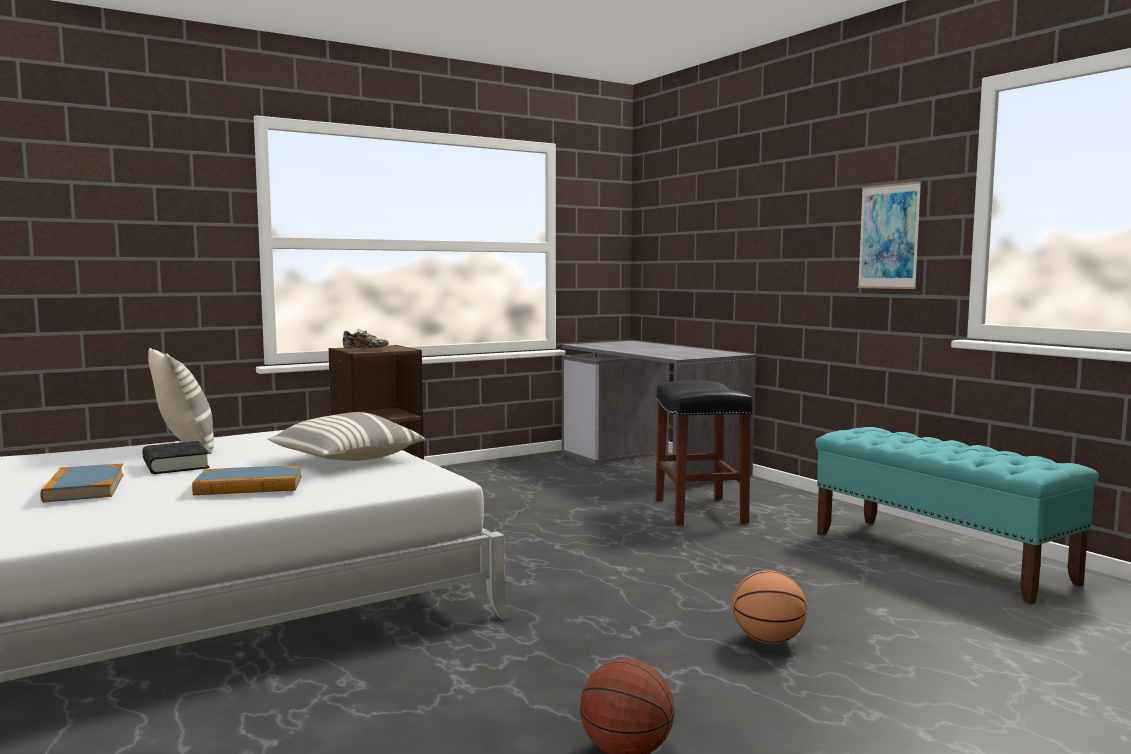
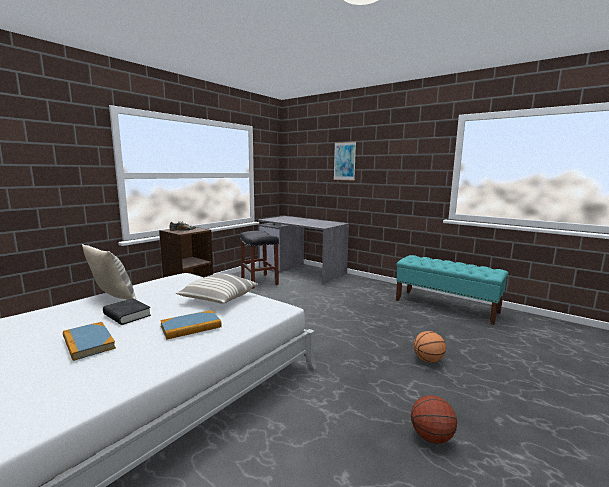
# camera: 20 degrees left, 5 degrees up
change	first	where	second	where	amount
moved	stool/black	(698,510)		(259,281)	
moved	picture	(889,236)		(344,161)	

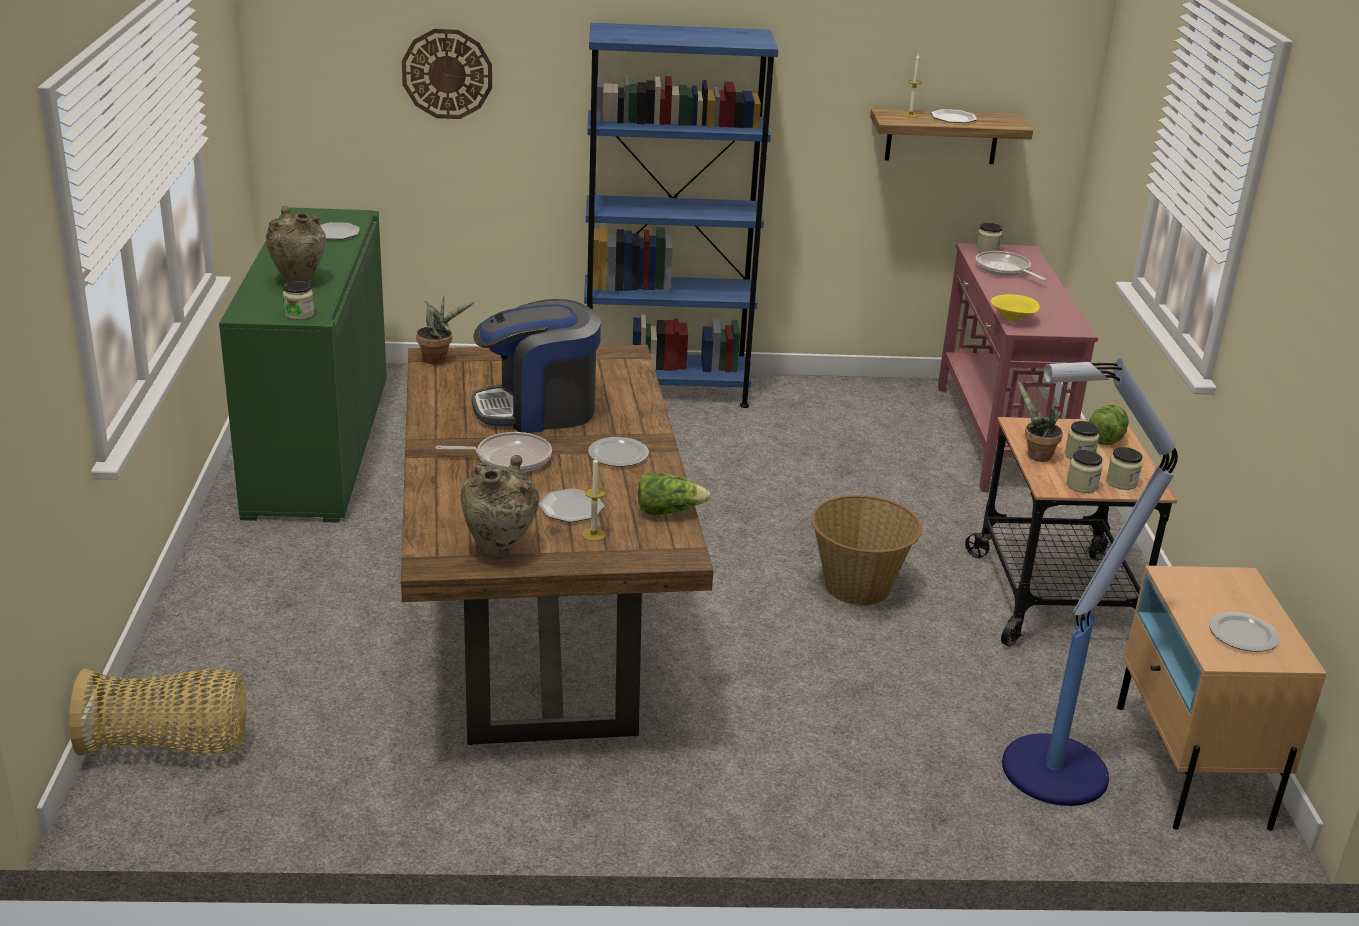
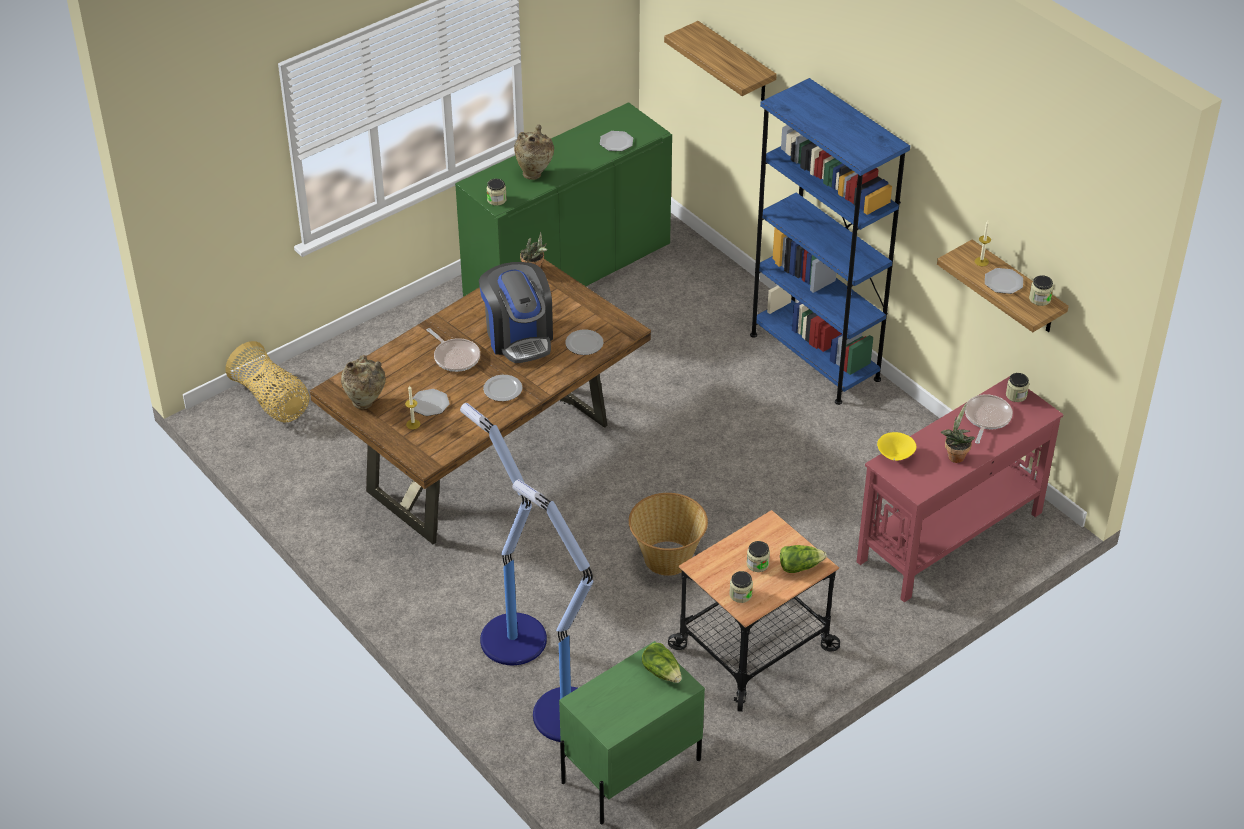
# camera: 55 degrees right, 15 degrees up
change	first	where	second	where	amount
added			floor lamp	(511,637)	
moved	lettuce	(668,511)		(662,672)	
moved	potted plant	(1035,455)		(955,455)	
moved	jar	(1082,485)		(1040,299)	
moved	plate	(1244,635)		(585,344)	
replaced	wall clock	(447,74)	shelf	(736,64)	
recoloured	nightstand/beige	(1191,766)	nightstand/green	(630,771)	
turned	coffee machine	(538,410)		(519,336)	150 degrees counterclockwise

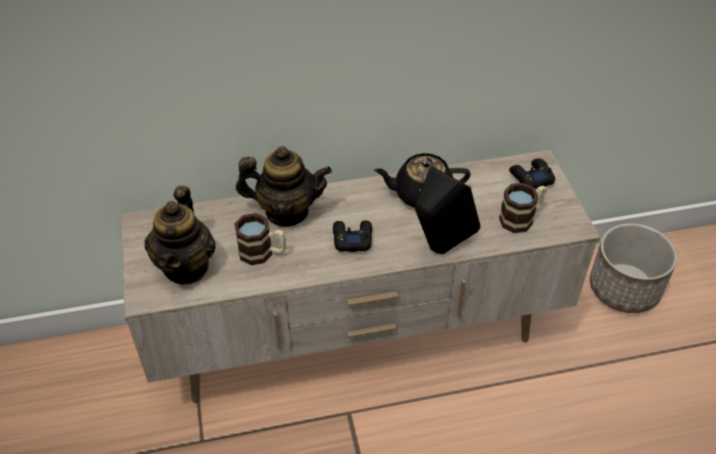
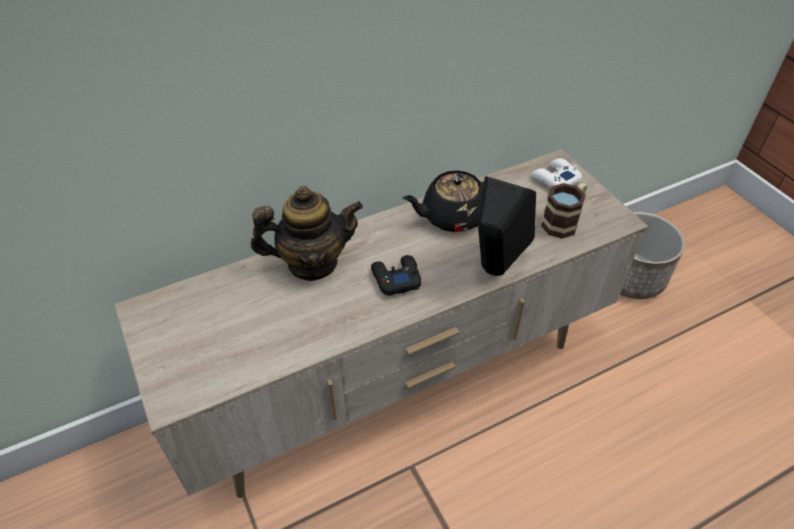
# camera: 15 degrees left, 0 degrees up
change	first	where	second	where	amount
removed	teapot	(186,266)			
removed	mug	(263,253)			
recoloured	game controller/black	(531,178)	game controller/white	(555,180)	

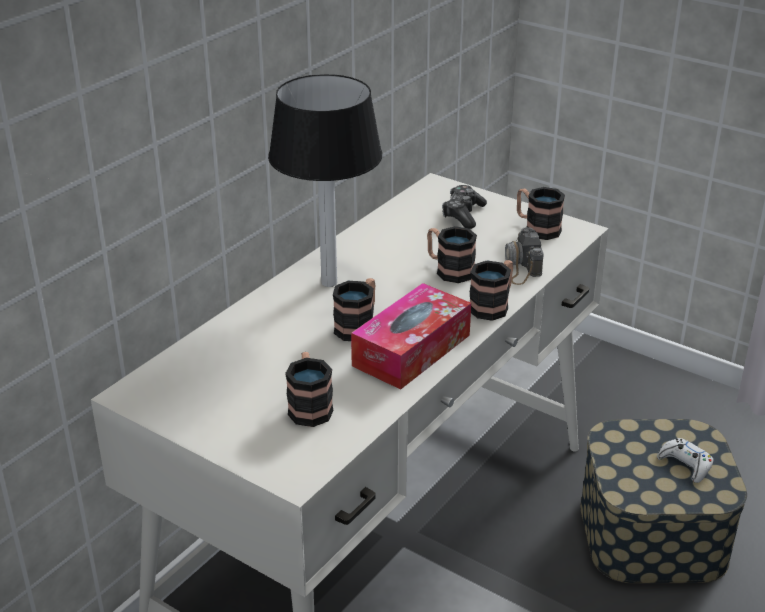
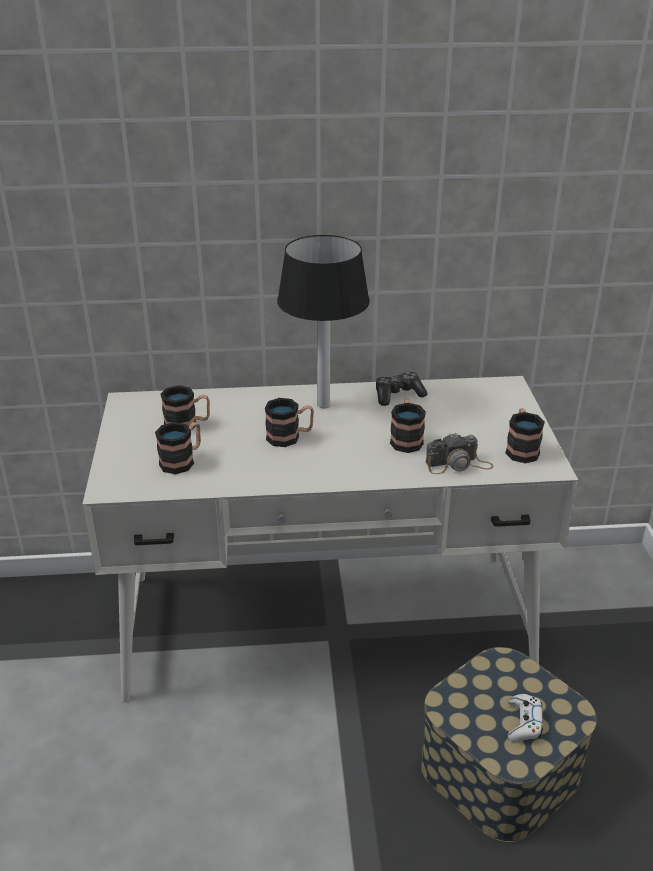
# camera: 50 degrees right, 0 degrees up
change	first	where	second	where	amount
removed	tissue box	(411,350)			
moved	game controller	(463,214)		(398,395)	
moved	mug	(493,305)		(187,424)	
turned	photo camera	(521,265)		(458,464)	150 degrees counterclockwise

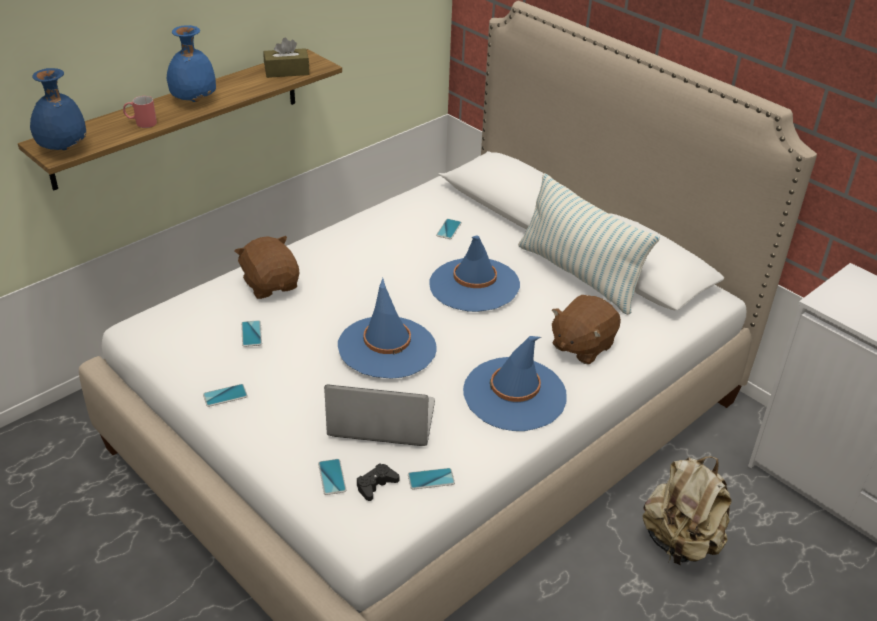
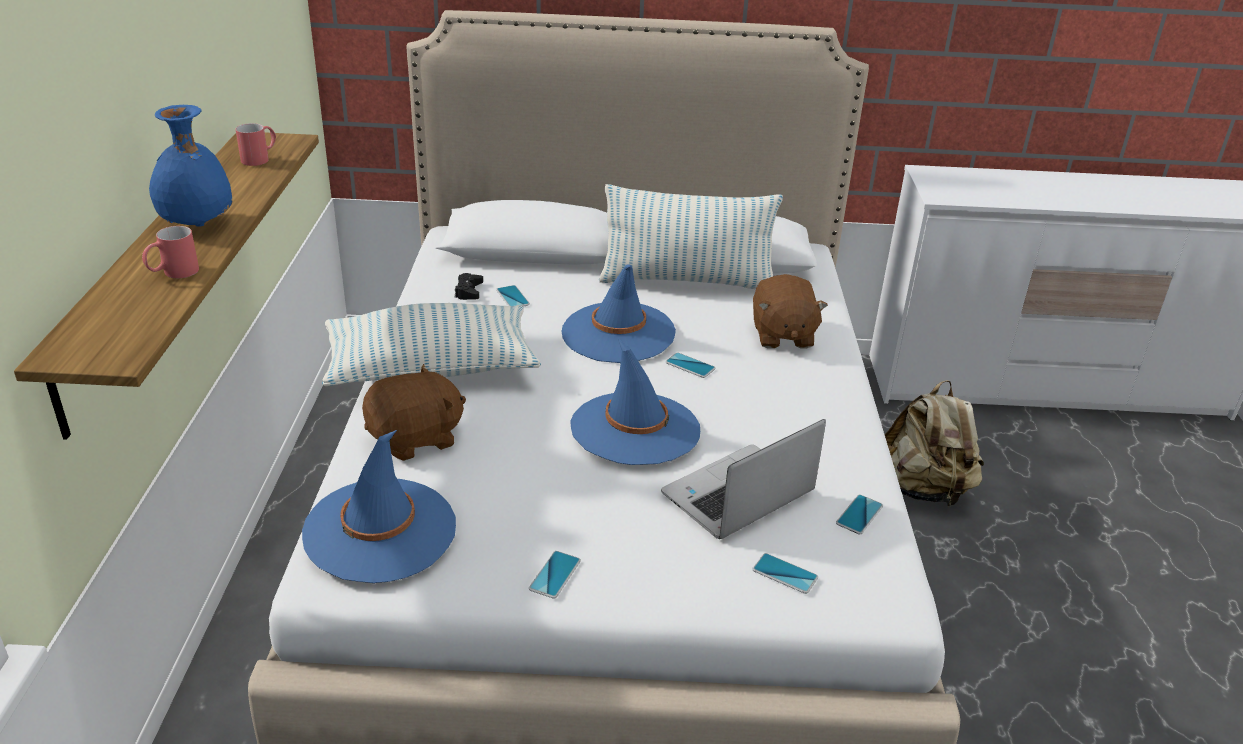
# camera: 45 degrees left, 5 degrees down
change	first	where	second	where	amount
removed	vase/blue	(62,149)			
added			pillow	(431,369)	
moved	phone	(251,334)		(690,366)	
moved	game controller/black	(376,485)		(468,291)	
moved	hat/blue	(514,394)		(380,530)	
replaced	tissue box/brown	(287,71)	mug/red	(260,158)	
turned	plush toy/brown	(271,285)		(416,439)	135 degrees clockwise

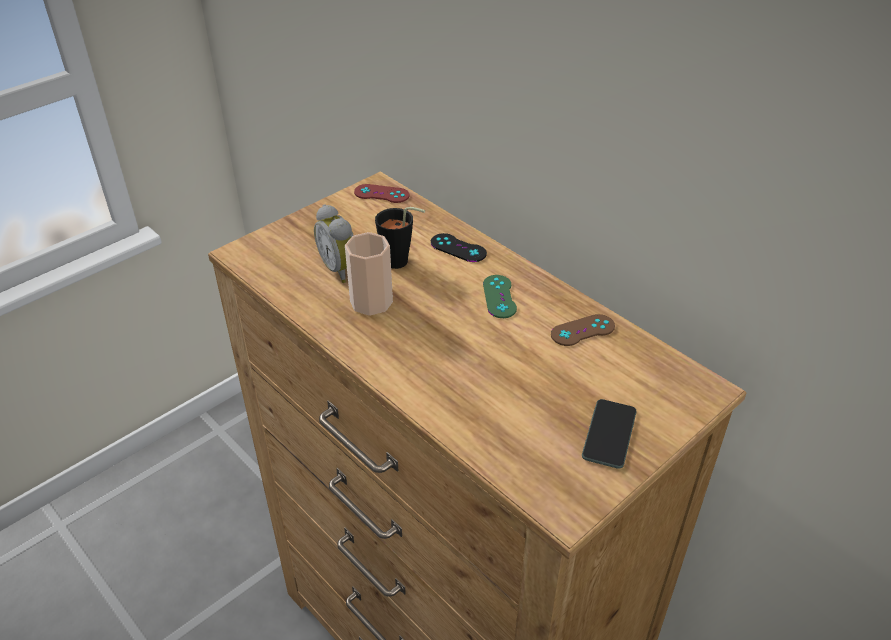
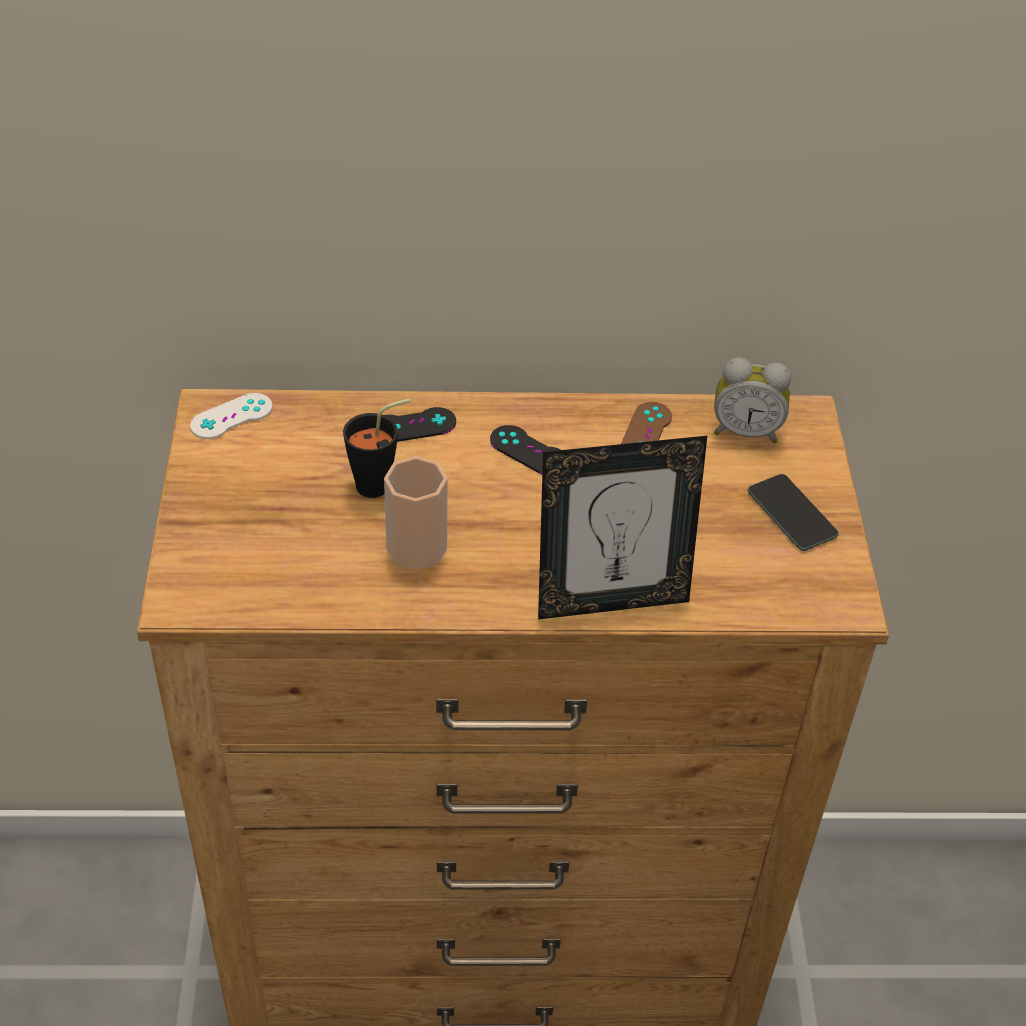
# camera: 50 degrees left, 5 degrees up
change	first	where	second	where	amount
added			picture frame	(611,600)	
moved	alarm clock	(341,269)		(746,431)	
recoloured	game controller/red	(381,194)	game controller/white	(231,416)	
recoloured	game controller/green	(499,296)	game controller/black	(529,451)	

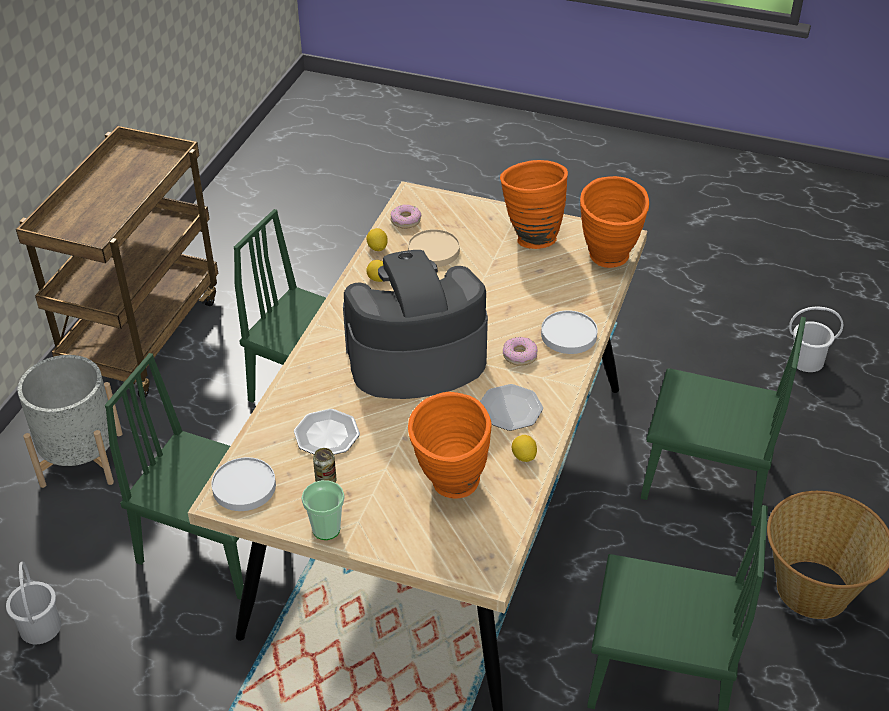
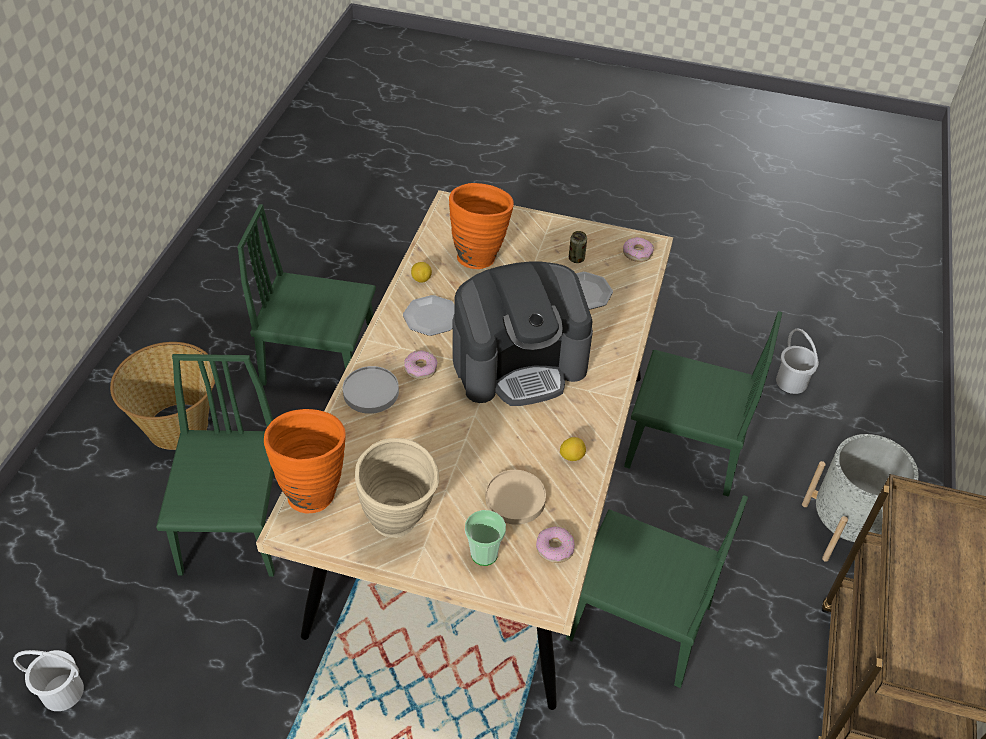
# camera: 175 degrees right, 5 degrees up
change	first	where	second	where	amount
removed	lemon	(377,248)			
moved	cup	(326,529)		(484,554)	
replaced	plate/white	(244,487)	donut	(637,253)	
recoloured	vase/orange	(530,236)	vase/beige	(401,526)	
turned	chair/green	(706,478)		(235,527)	75 degrees clockwise

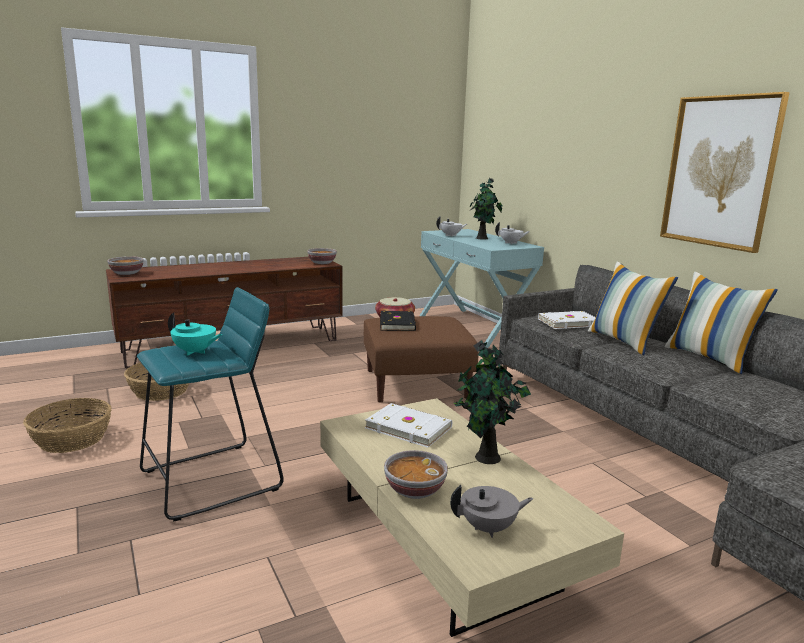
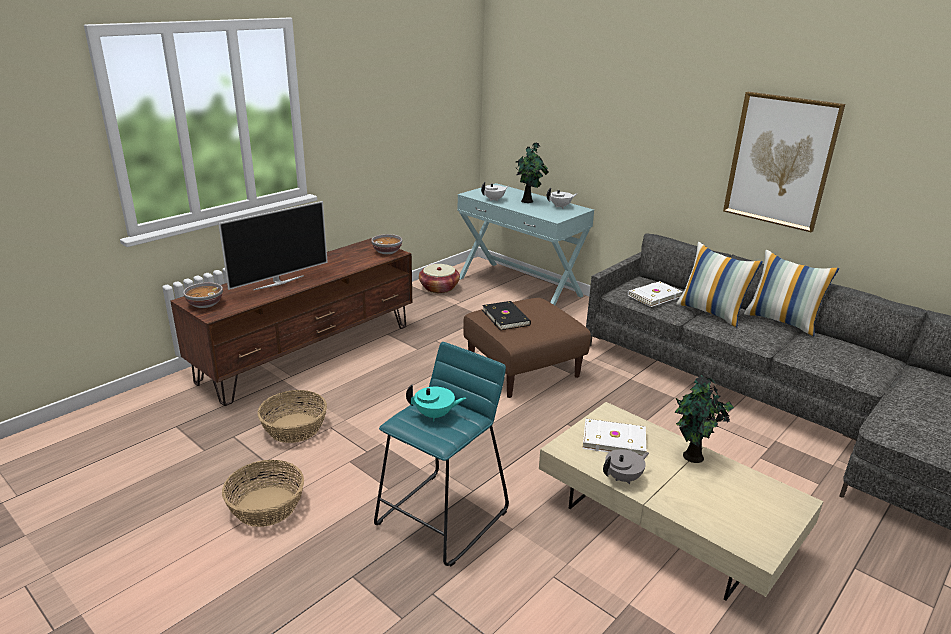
# camera: 20 degrees left, 10 degrees up
change	first	where	second	where	amount
removed	bowl	(414,490)			
added			television	(278,282)	
moved	teapot/grey	(489,528)		(623,478)	

